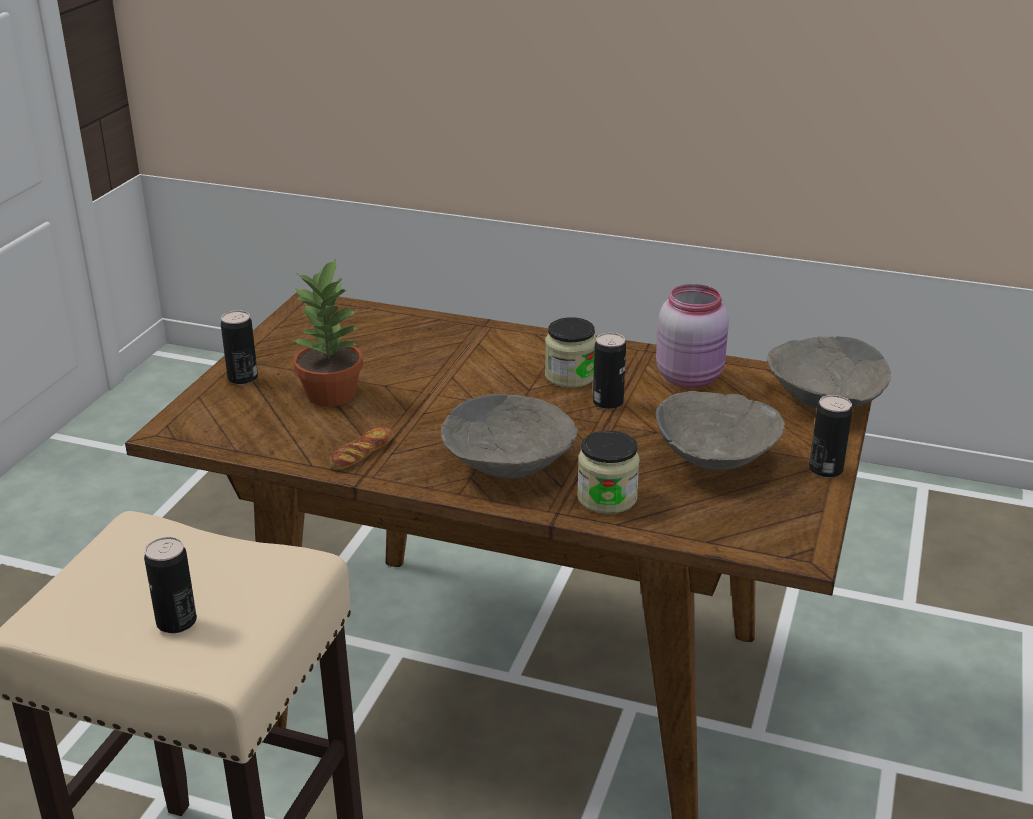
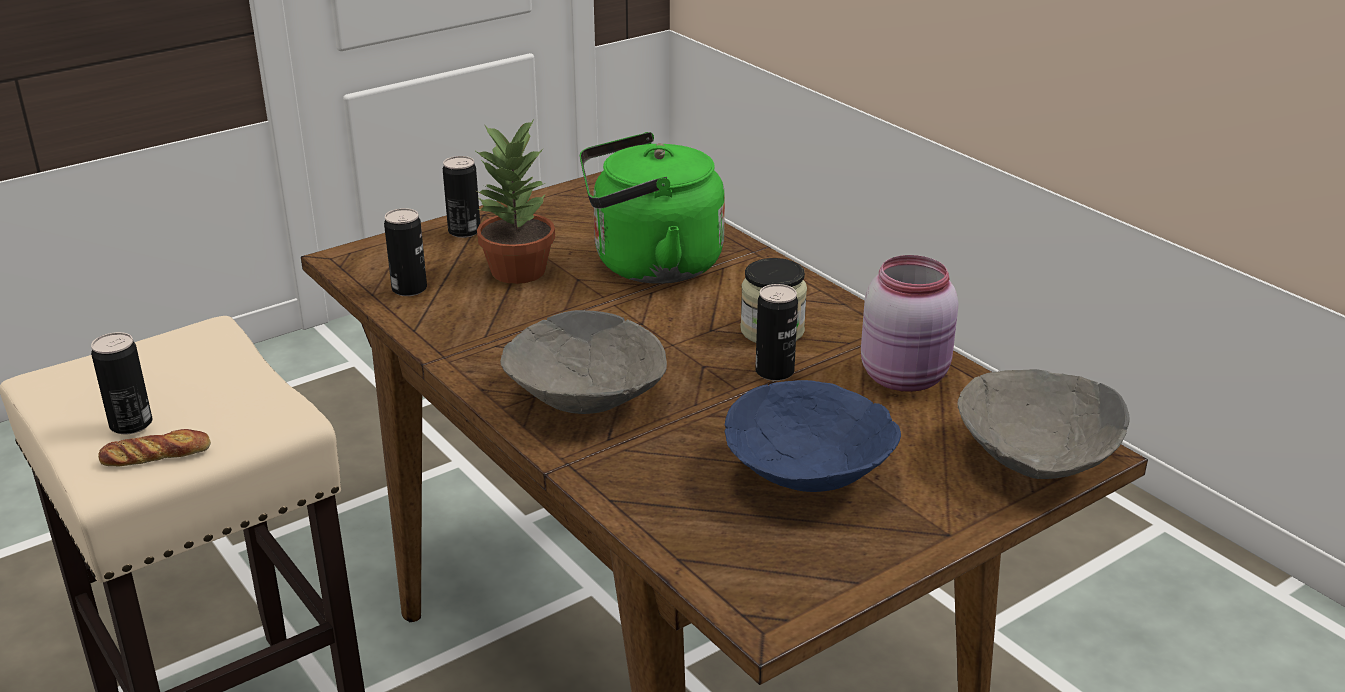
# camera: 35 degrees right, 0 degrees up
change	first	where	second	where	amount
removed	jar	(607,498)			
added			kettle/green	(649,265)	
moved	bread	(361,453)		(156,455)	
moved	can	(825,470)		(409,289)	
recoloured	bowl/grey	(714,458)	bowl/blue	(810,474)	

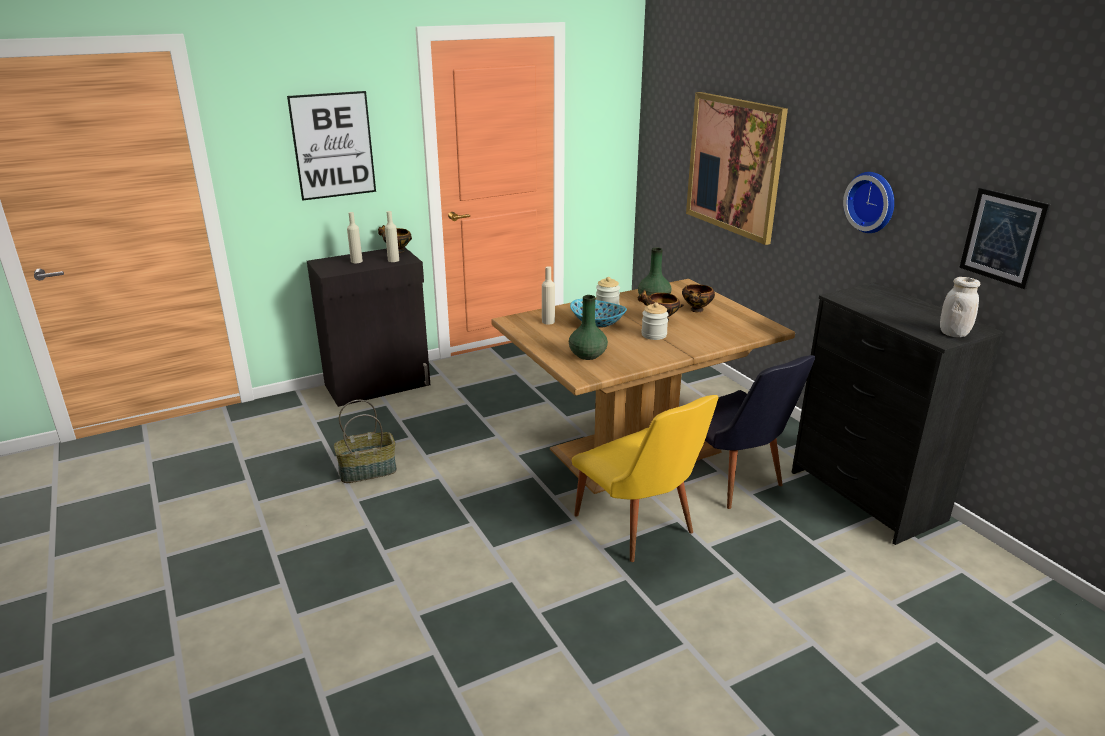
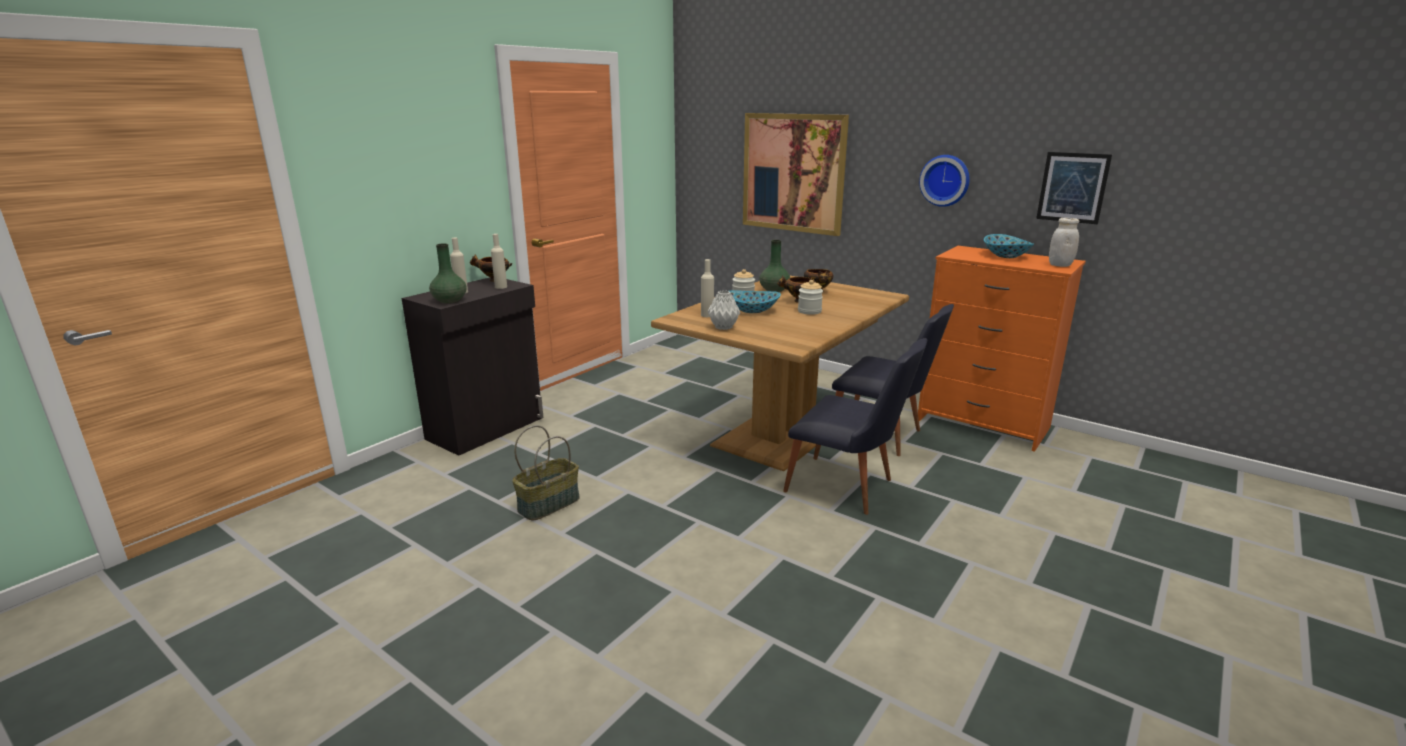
# camera: 25 degrees left, 5 degrees down
change	first	where	second	where	amount
removed	picture	(333,145)			
added			vase/grey	(723,327)	
added			bowl	(1005,256)	
moved	vase/green	(587,355)		(449,300)	
recoloured	chair/yellow	(640,530)	chair/black	(848,489)	
recoloured	dresser/black	(865,496)	dresser/orange	(982,424)	

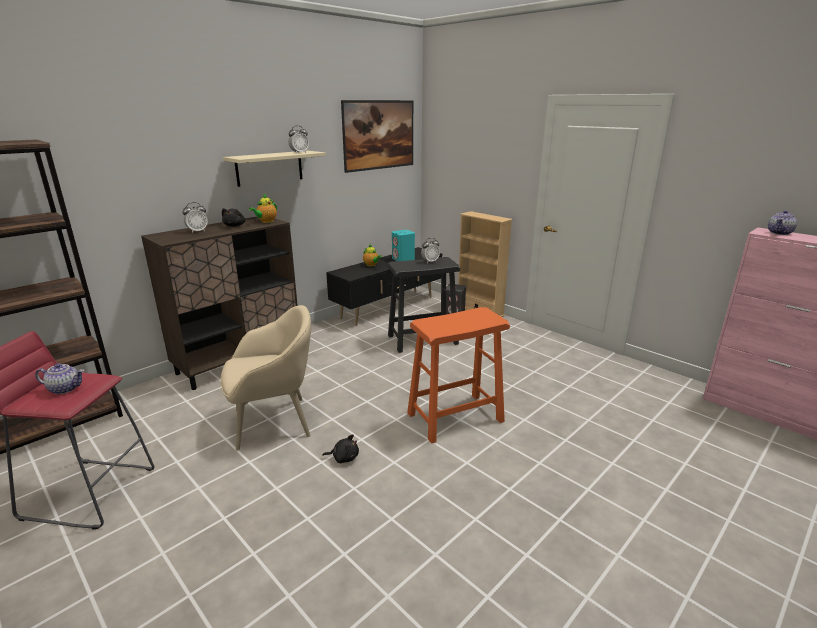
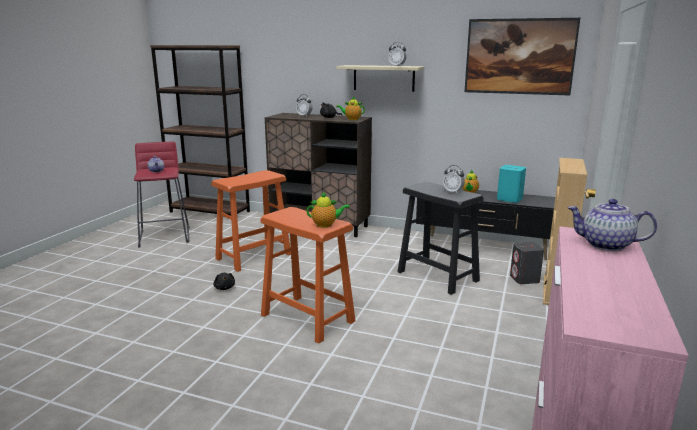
# camera: 65 degrees right, 5 degrees down
change	first	where	second	where	amount
added			teapot	(326,225)	
replaced	armchair/beige	(274,422)	stool/orange	(253,257)	

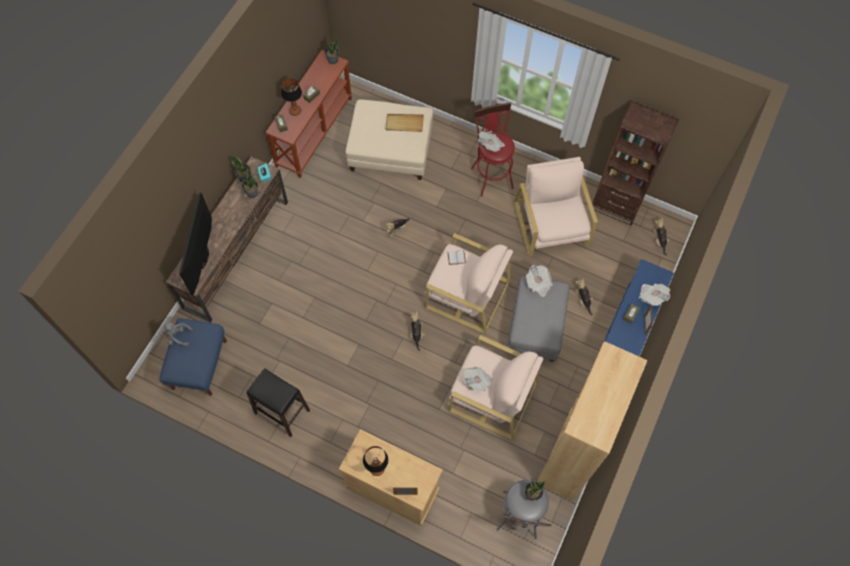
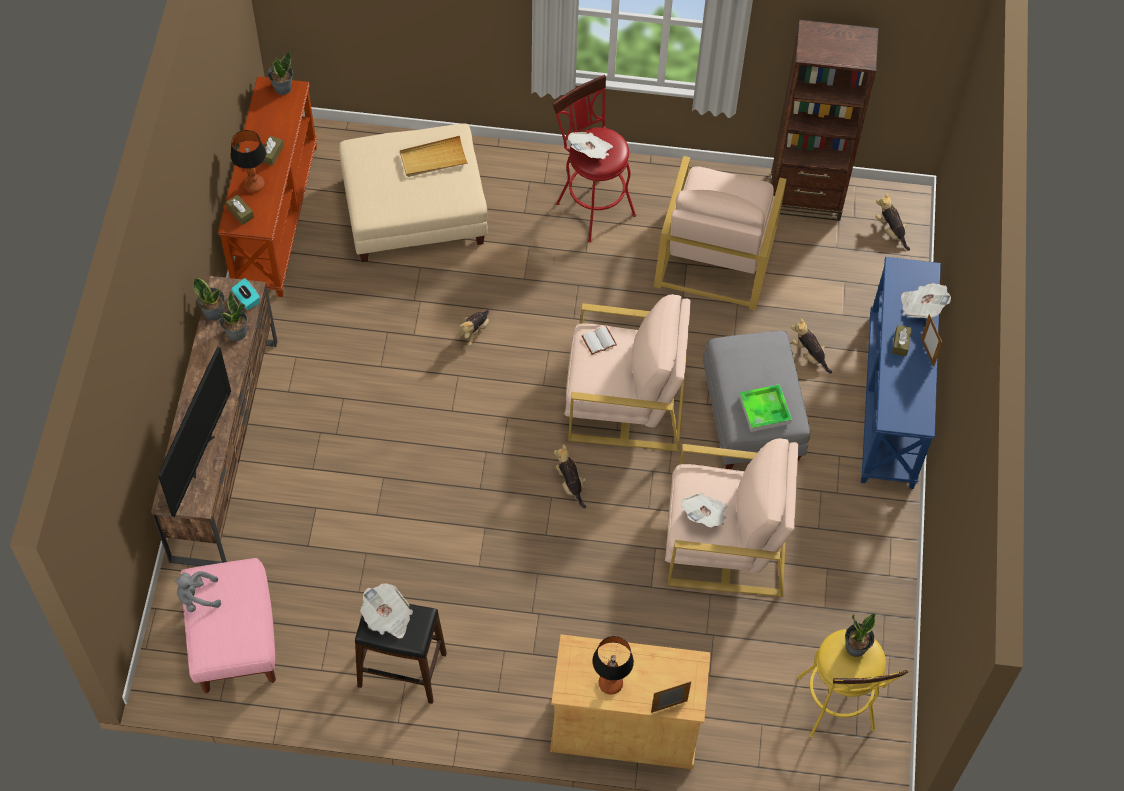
# camera: 20 degrees left, 5 degrees down
change	first	where	second	where	amount
removed	bookcase/brown	(570,453)			
added			tray	(764,410)	
moved	newspaper	(538,284)		(387,617)	
recoloured	ottoman/blue	(199,364)	ottoman/pink	(234,639)	
recoloured	stool/grey	(519,519)	stool/yellow	(837,710)	
turned	television	(204,258)		(200,455)	150 degrees counterclockwise
turned	armchair/beige	(551,224)		(716,254)	135 degrees counterclockwise

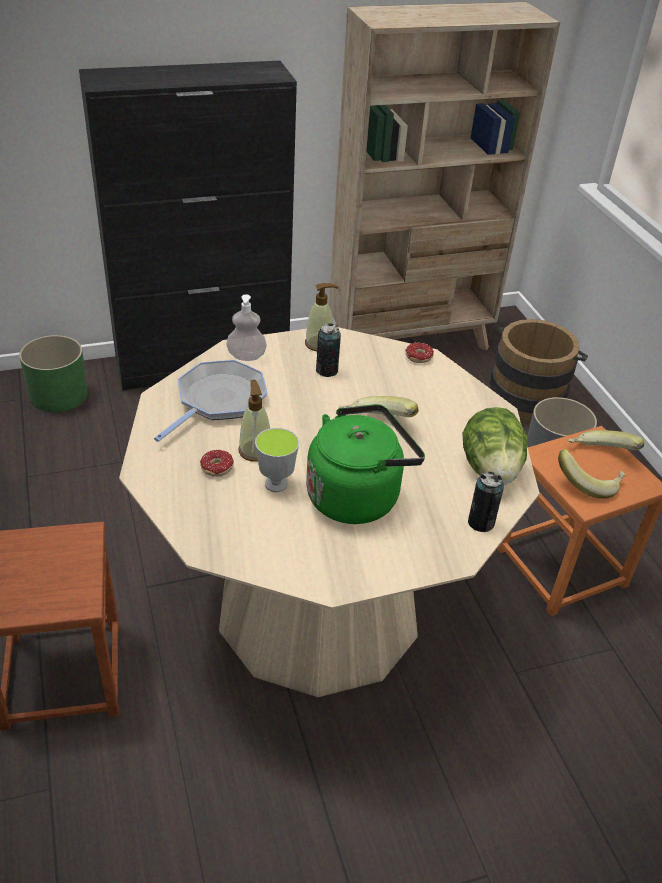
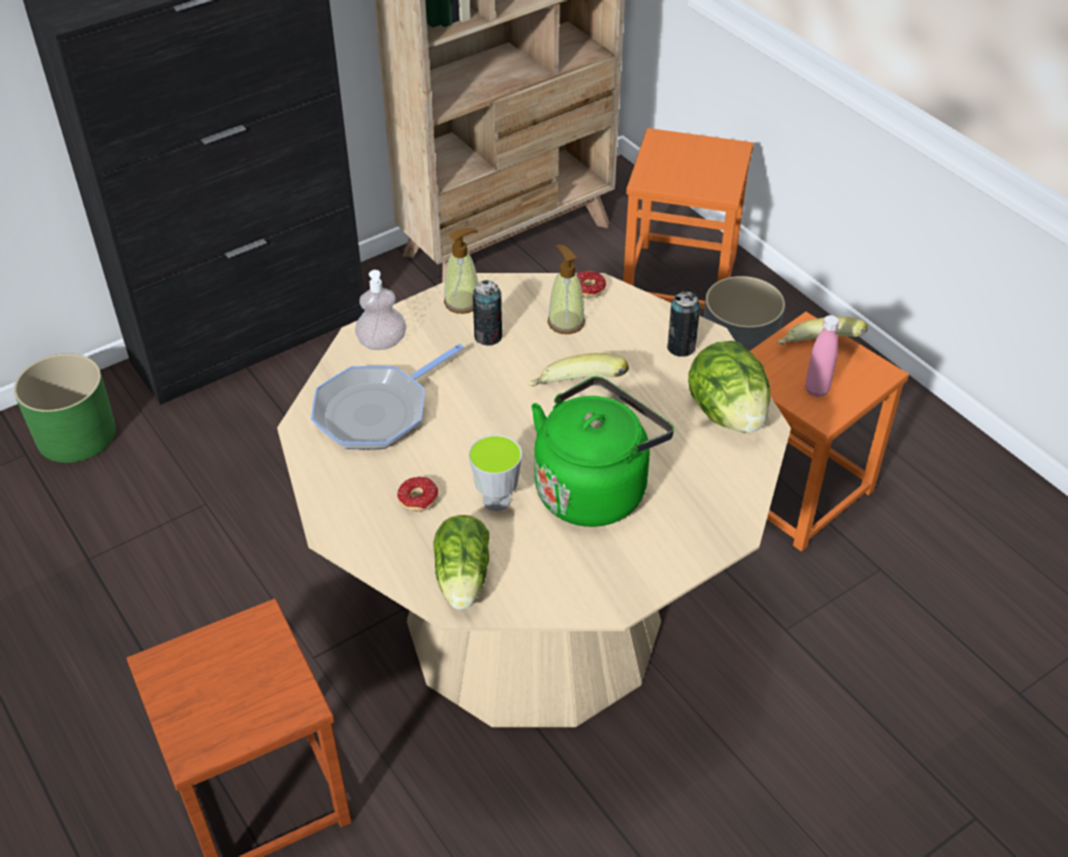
# camera: 15 degrees left, 5 degrees up
change	first	where	second	where	amount
added			lettuce	(462,580)	
moved	soap dispenser	(255,450)		(566,322)	
moved	can	(481,522)		(681,347)	
replaced	bucket/brown	(527,397)	stool/orange	(680,279)	
replaced	banana	(588,484)	bottle/pink	(816,390)	
turned	frying pan	(218,400)		(376,412)	150 degrees counterclockwise

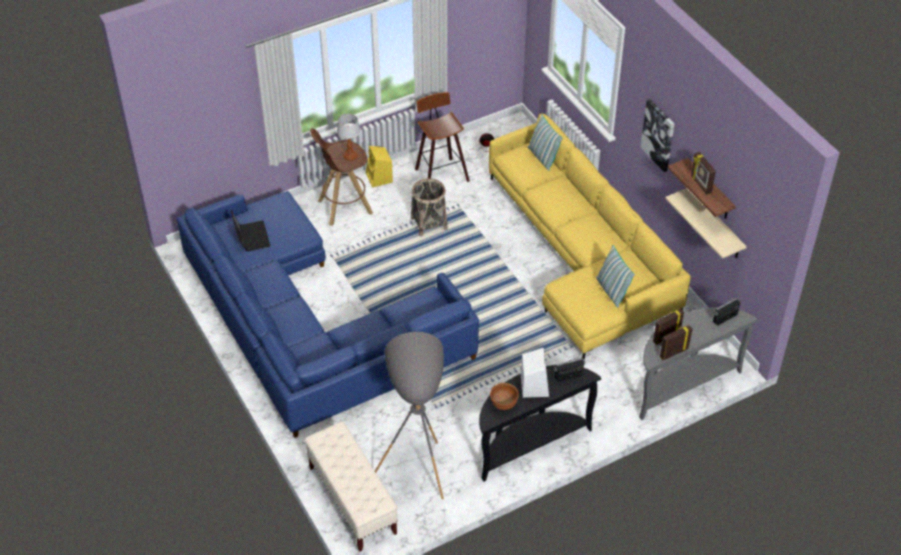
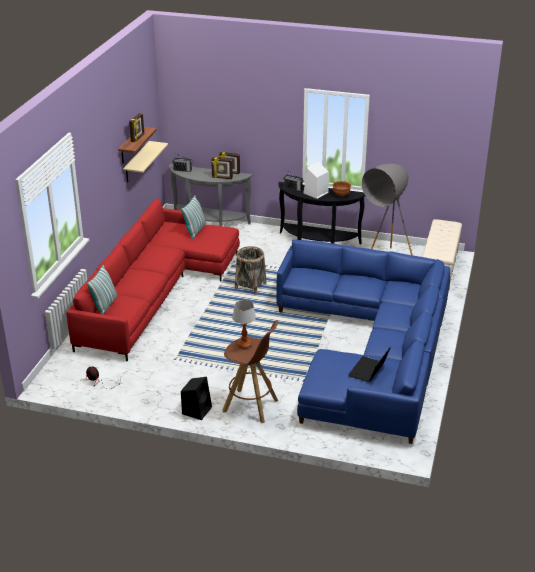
# camera: 135 degrees left, 15 degrees down
change	first	where	second	where	amount
removed	stool	(439,174)			
removed	picture	(658,135)			
moved	basket	(429,223)		(250,286)	
recoloured	speaker/yellow	(379,178)	speaker/black	(197,410)	
recoloured	sofa/yellow	(580,256)	sofa/red	(155,291)	

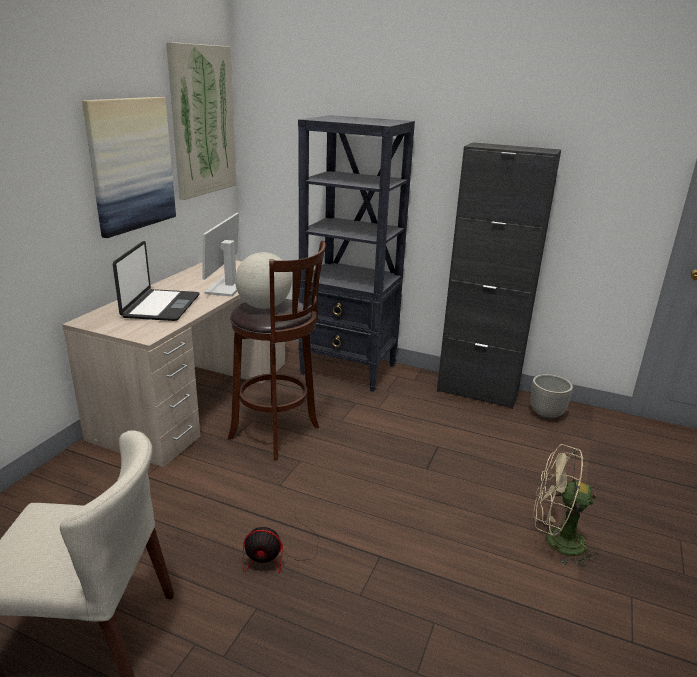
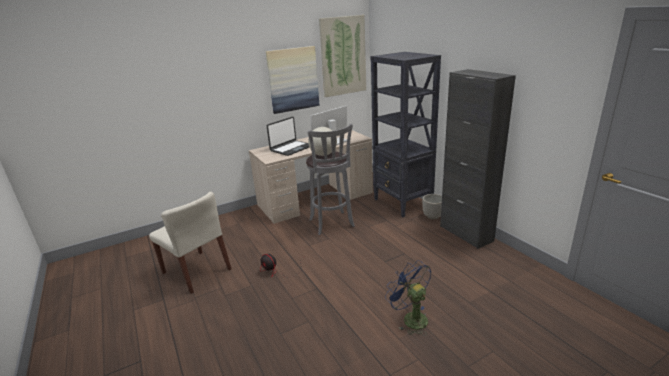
# camera: 40 degrees right, 0 degrees up
change	first	where	second	where	amount
moved	planter	(547,414)		(433,216)	
recoloured	stool/brown	(278,434)	stool/grey	(332,224)	
recoloured	fan/beige	(555,541)	fan/blue	(410,318)	

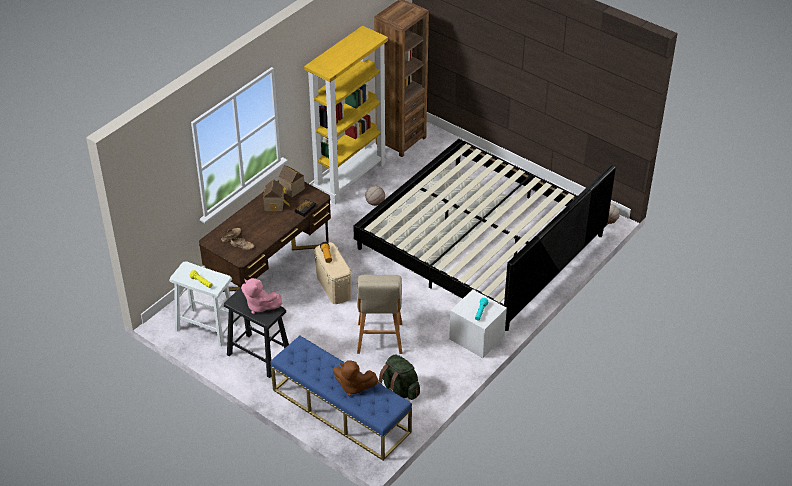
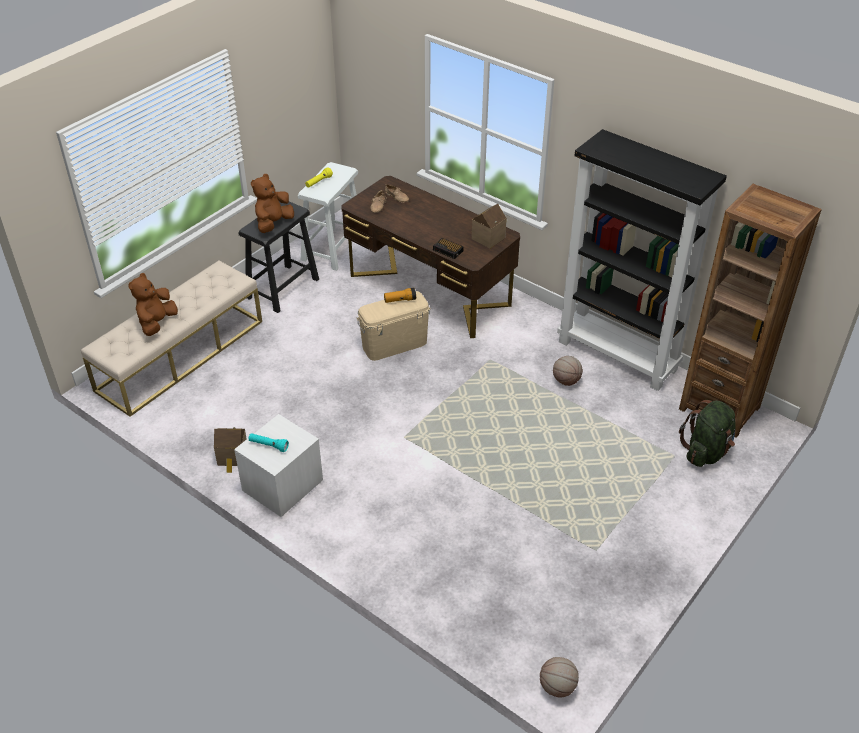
# camera: 90 degrees right, 0 degrees up
change	first	where	second	where	amount
removed	bed	(480,242)			
removed	stool/beige	(379,340)			
moved	toy house	(275,205)		(232,457)	
moved	backpack/green	(399,390)		(706,451)	
recoloured	plush toy/pink	(260,306)	plush toy/brown	(273,224)	
recoloured	bench/blue	(341,411)	bench/beige	(181,355)	
recoloured	bookcase/yellow	(350,177)	bookcase/black	(618,355)	

